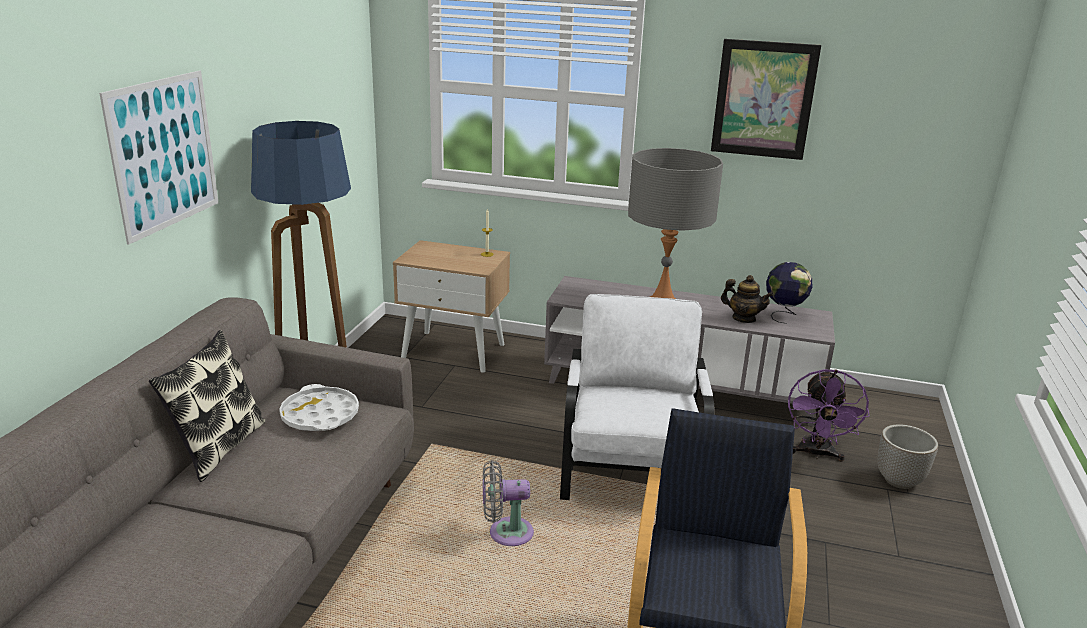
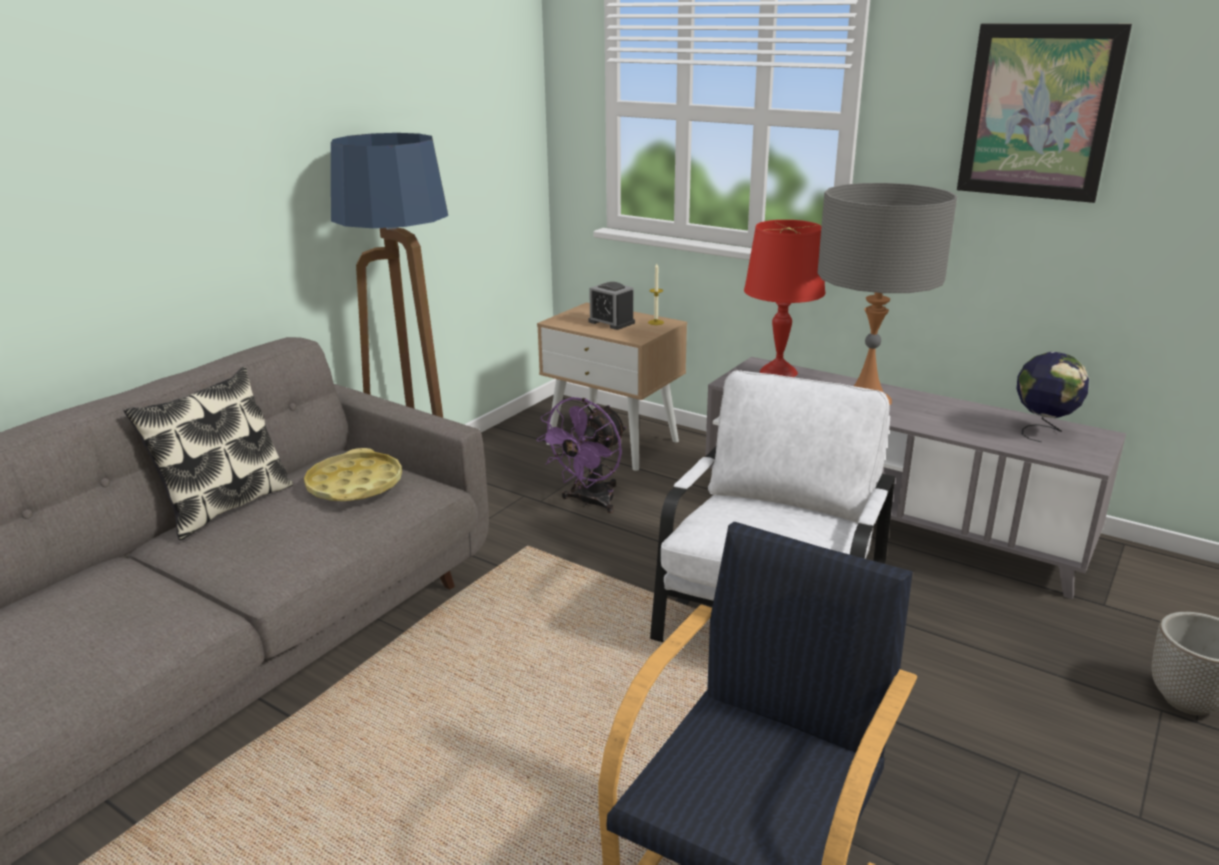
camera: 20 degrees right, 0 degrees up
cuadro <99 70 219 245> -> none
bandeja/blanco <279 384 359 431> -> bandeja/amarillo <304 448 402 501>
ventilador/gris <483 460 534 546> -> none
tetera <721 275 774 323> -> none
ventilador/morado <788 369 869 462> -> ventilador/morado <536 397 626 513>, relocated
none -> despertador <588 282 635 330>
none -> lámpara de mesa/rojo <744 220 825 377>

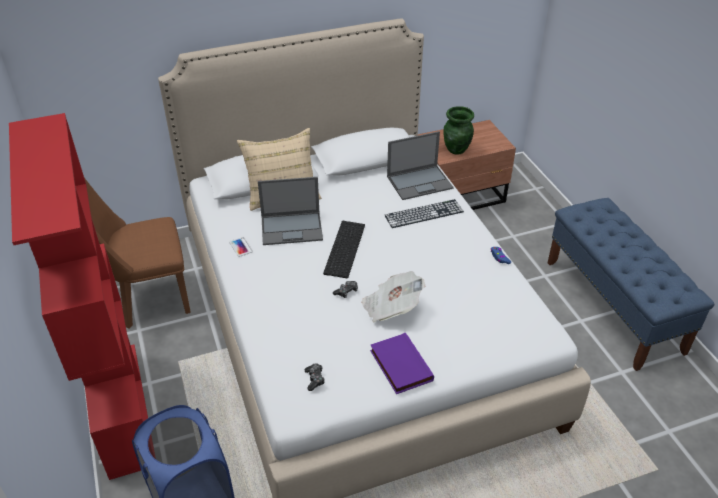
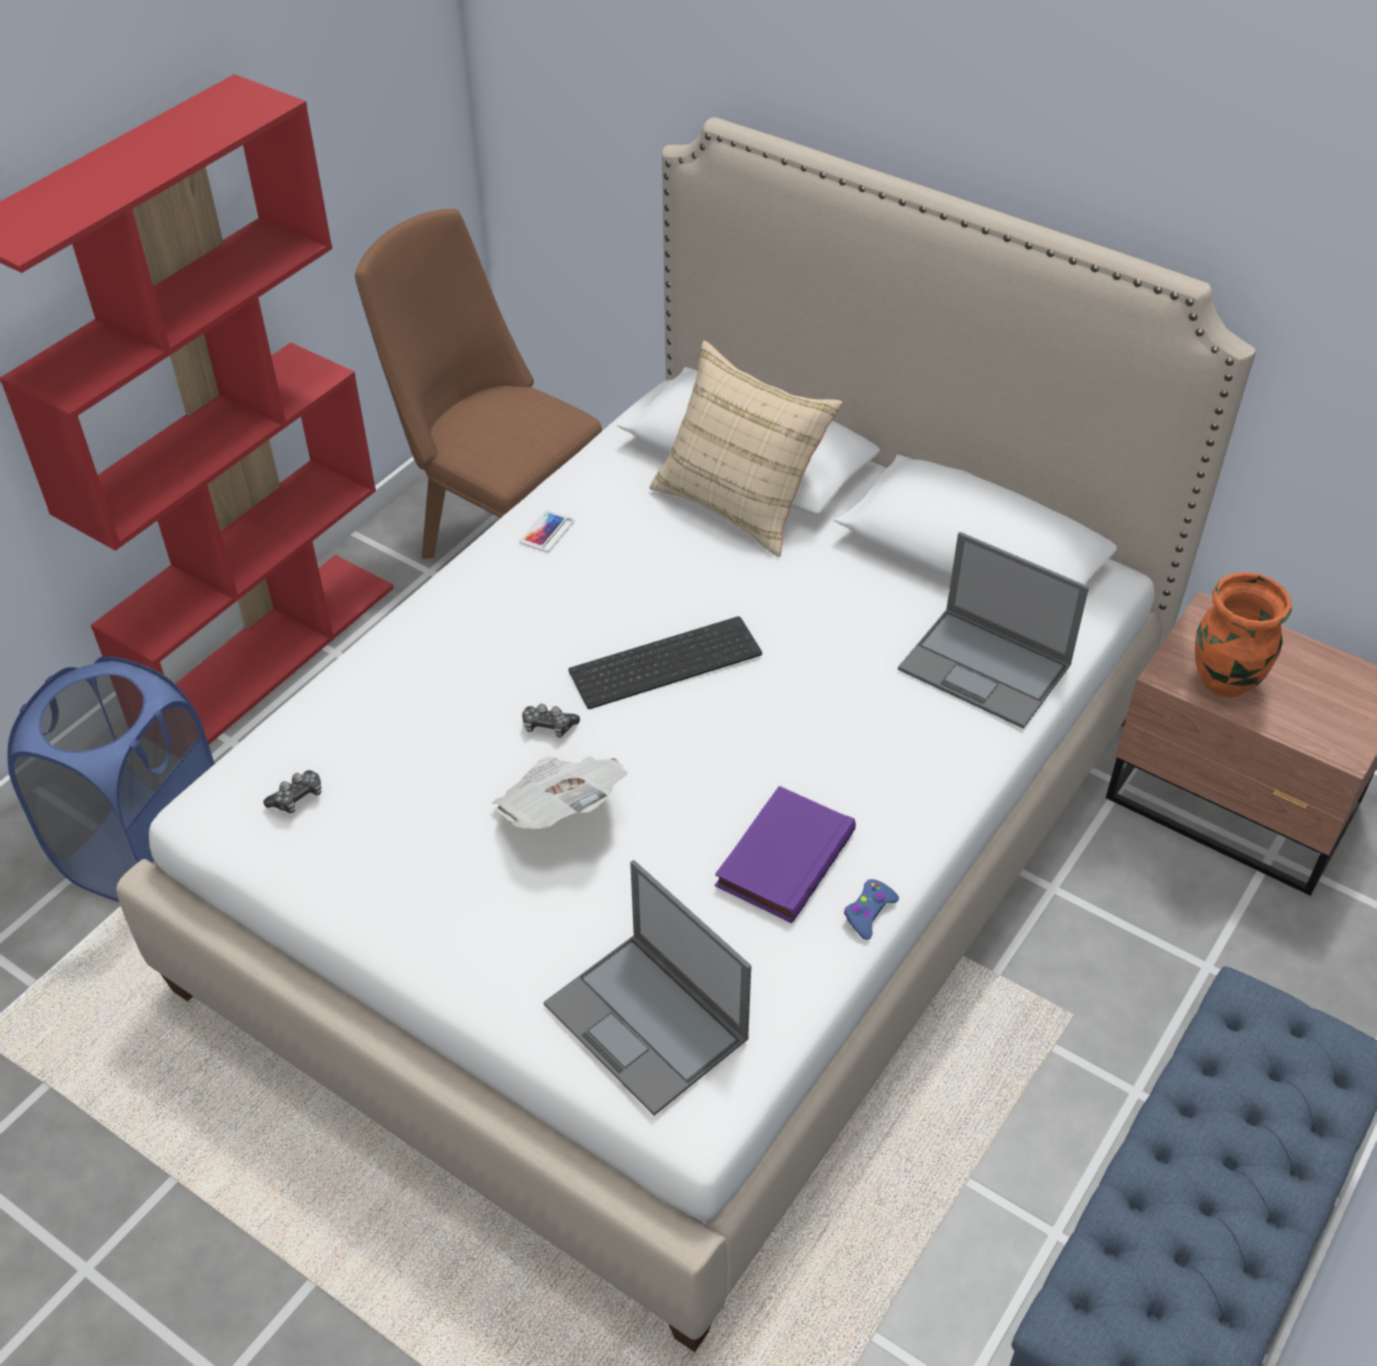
camera: 55 degrees right, 5 degrees up
portátil <258 177 323 245> -> portátil <544 860 751 1116>, relocated
libro/morado <370 333 434 394> -> libro/morado <715 786 856 923>, relocated
teclado <384 199 464 228> -> none
florero/verde <444 106 474 154> -> florero/naranja <1195 572 1292 697>

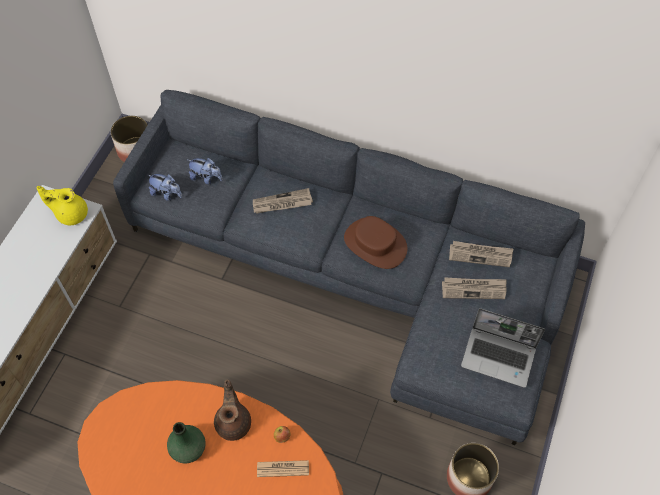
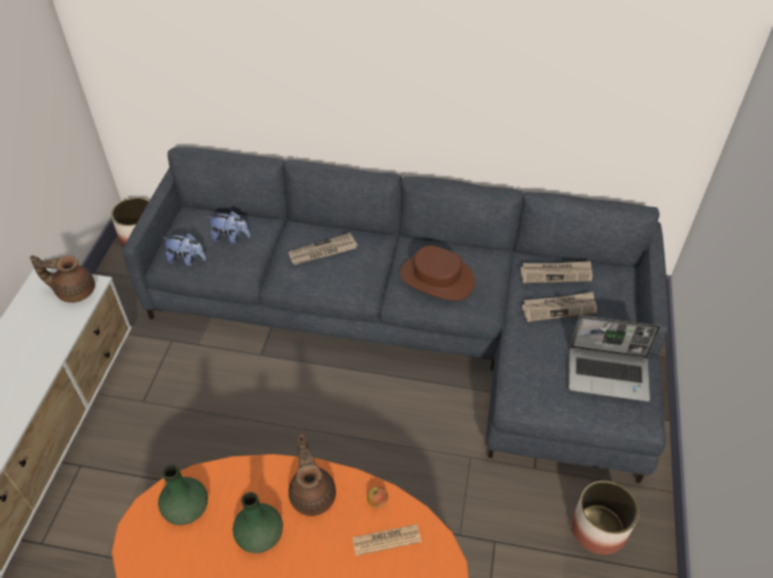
camera: 10 degrees left, 10 degrees down
tetera/amarillo <36 186 88 225> -> tetera/marrón <30 255 95 303>
none -> florero/verde <158 464 208 525>

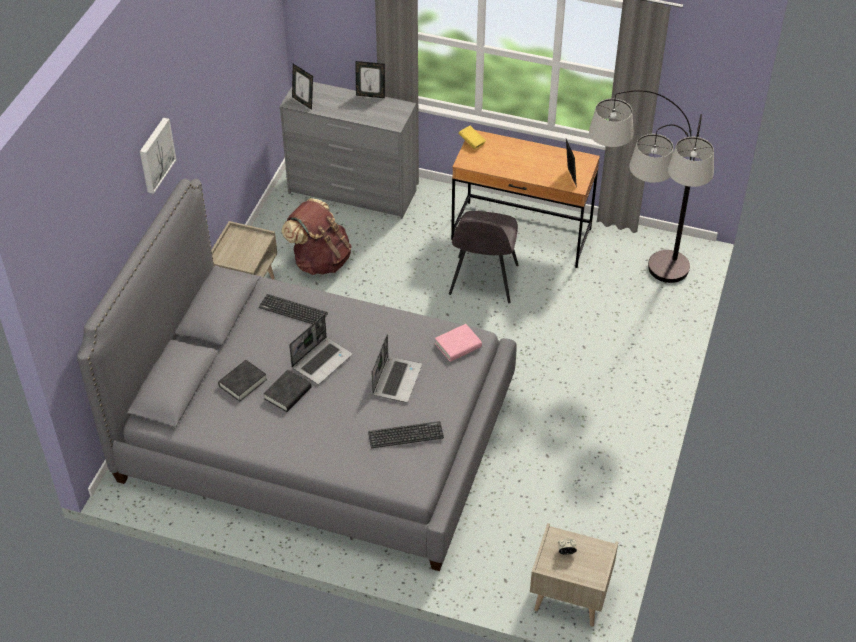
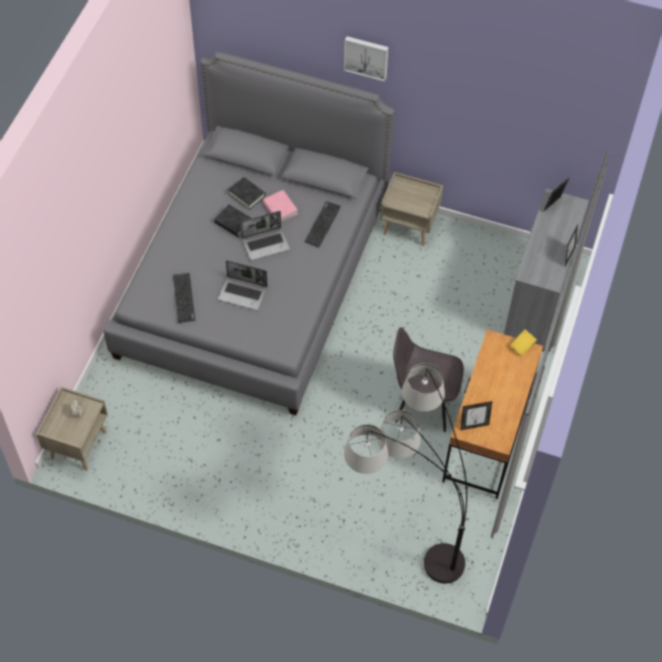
camera: 90 degrees right, 10 degrees up
mochila/marrón <281 198 352 275> -> none
portátil <289 314 352 384> -> portátil <240 211 290 261>, 60 degrees counterclockwise
libro/rosa <435 324 482 362> -> libro/rosa <263 190 298 222>, relocated

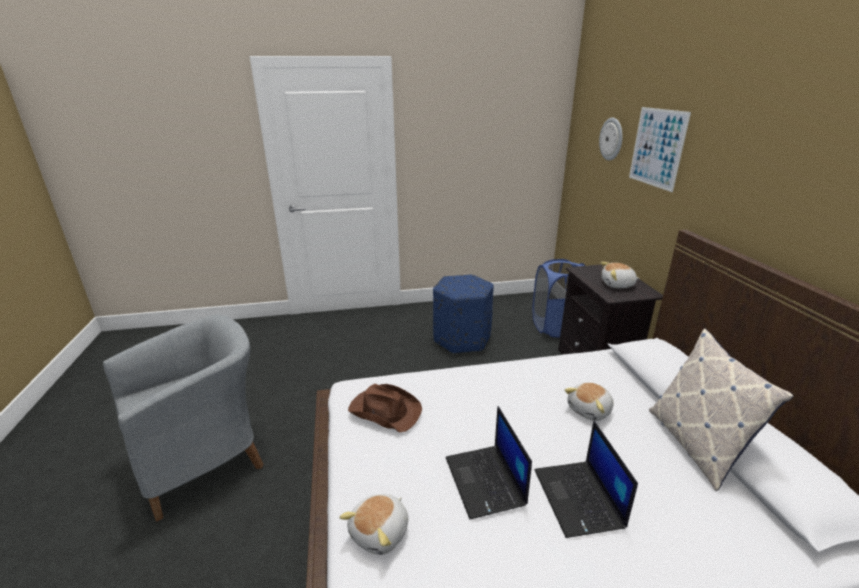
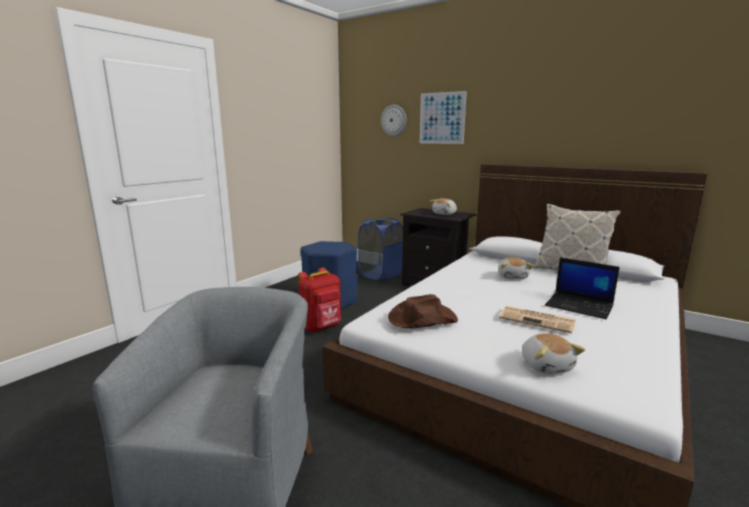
camera: 45 degrees left, 10 degrees down
portátil <446 406 532 519> -> periódico <499 306 576 334>
none -> mochila/rojo <298 268 341 333>

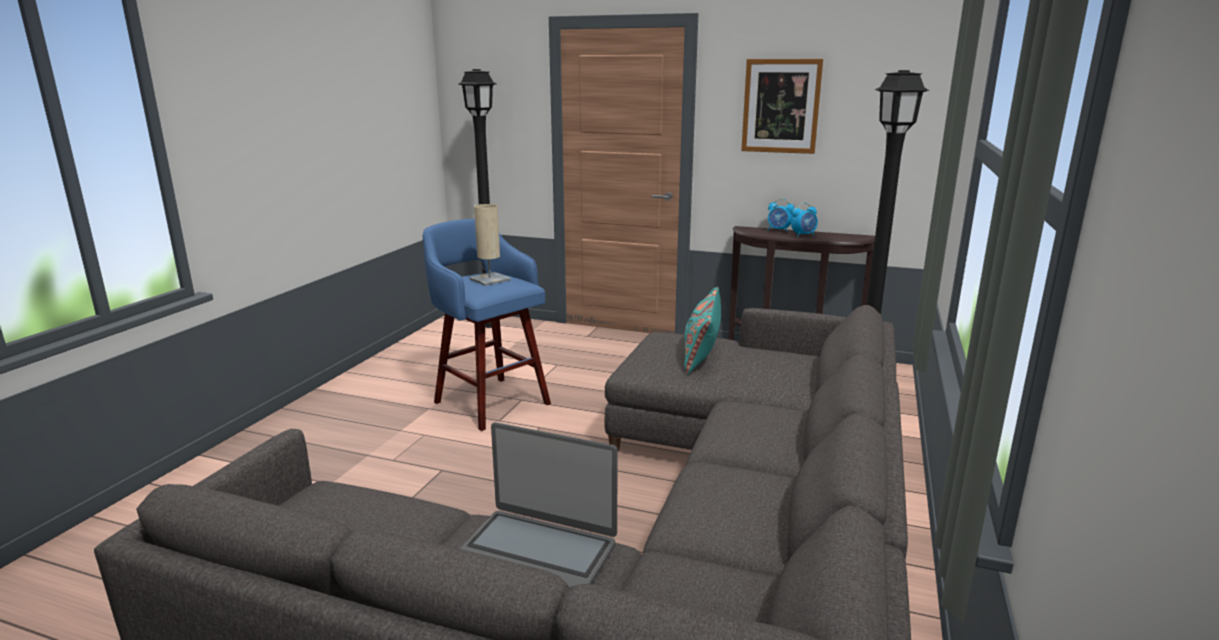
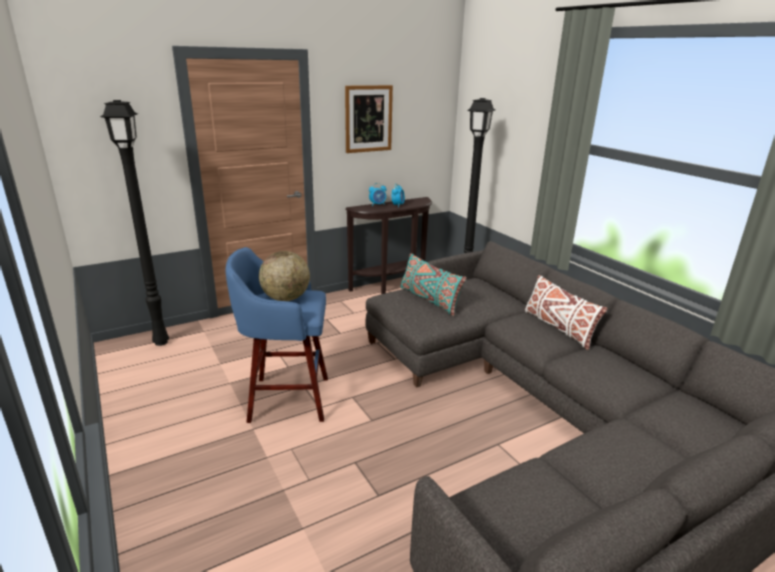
camera: 50 degrees left, 5 degrees up
portátil <460 422 618 587> -> none
lámpara de mesa/beis <469 204 511 286> -> globo terráqueo <259 251 310 301>
none -> cojín/blanco <525 275 607 350>

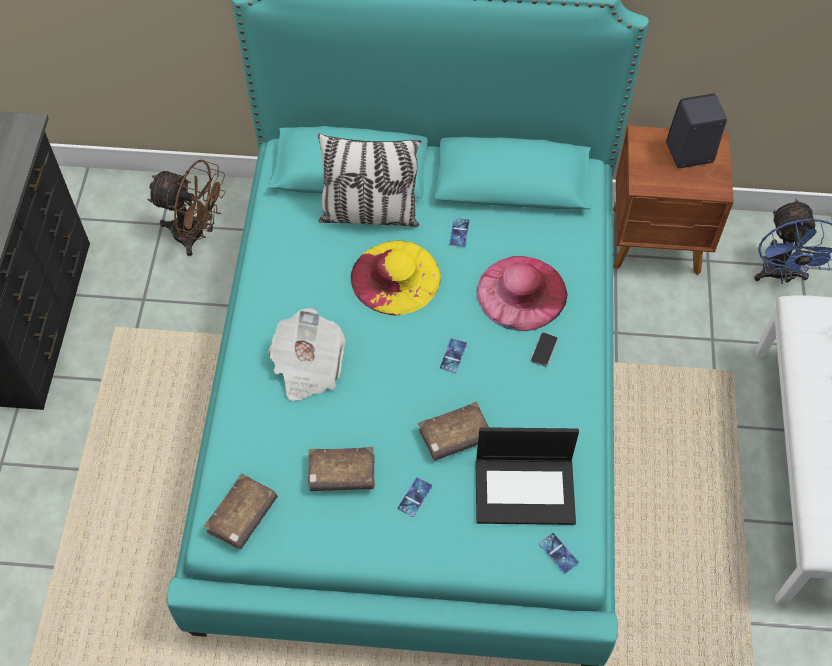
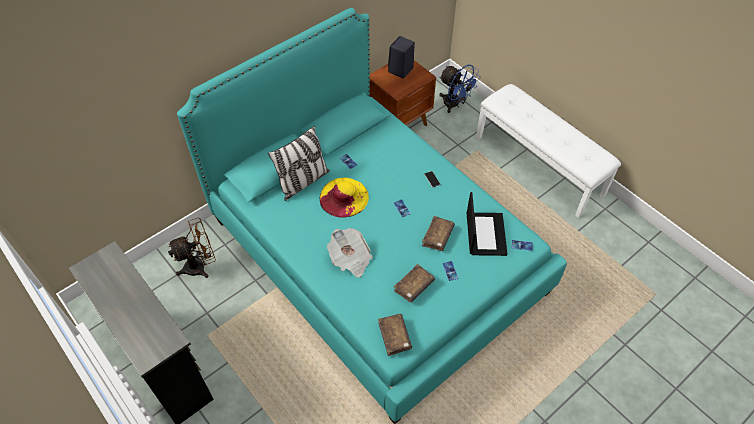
camera: 45 degrees left, 5 degrees down
portátil <476 427 579 525> -> portátil <467 192 508 256>, 45 degrees counterclockwise
sombrero/rosa <477 256 567 331> -> none

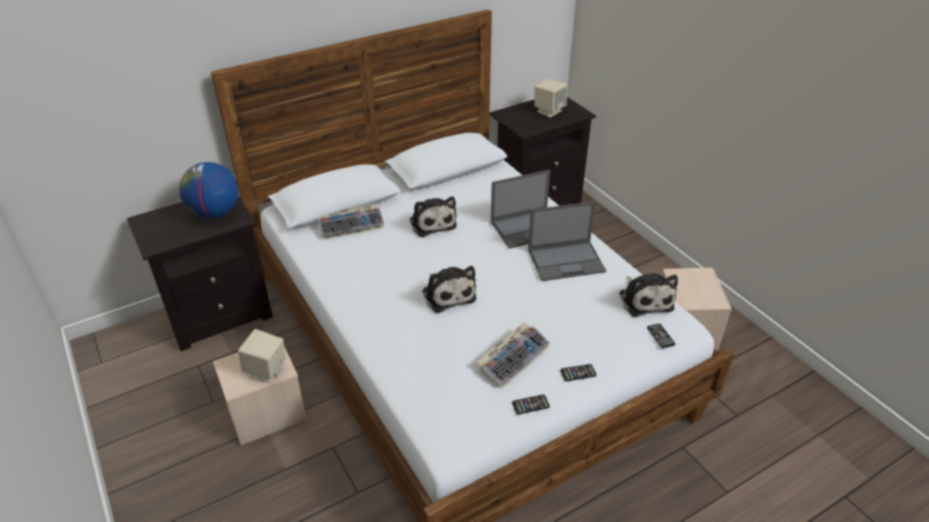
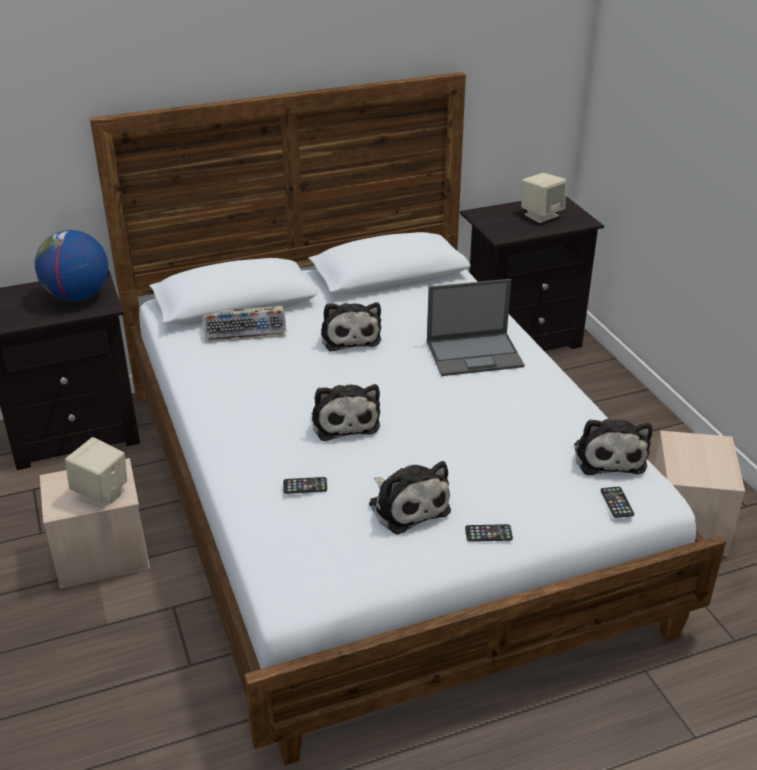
camera: 10 degrees right, 5 degrees down
teclado <477 322 550 388> -> peluche <369 461 451 534>
móvil <512 395 550 415> -> móvil <283 477 327 494>, relocated
portátil <528 202 606 281> -> none

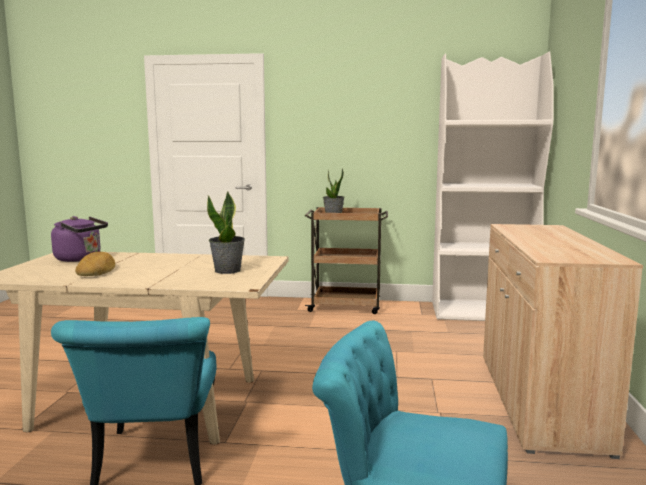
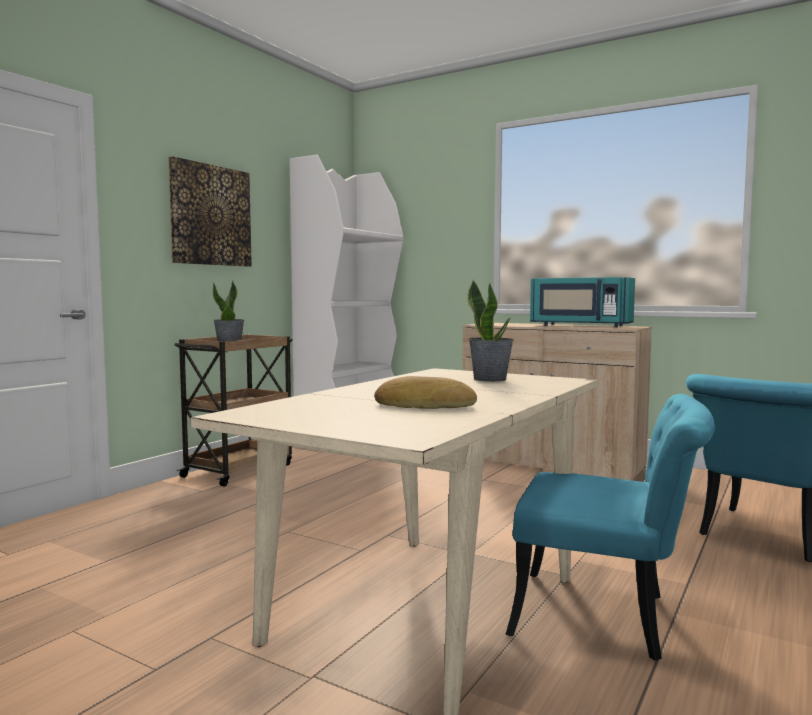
camera: 65 degrees left, 5 degrees down
hervidor/morado <51 216 108 262> -> none
none -> cuadro <168 156 252 267>
none -> microondas/turquesa <530 277 635 327>

